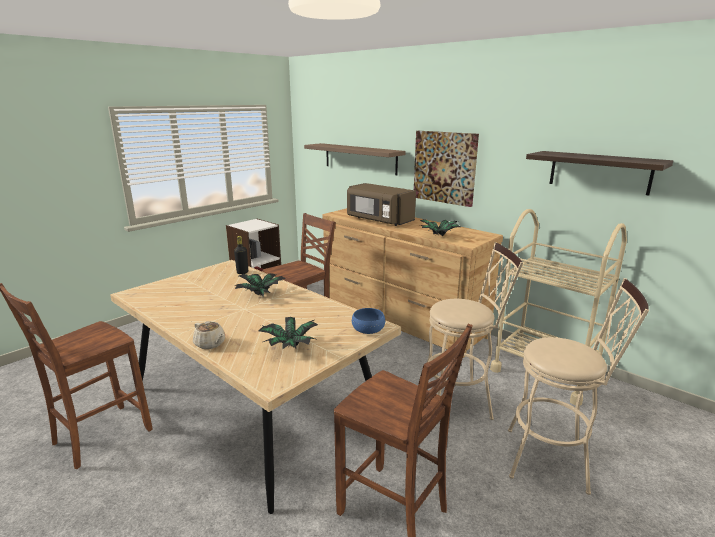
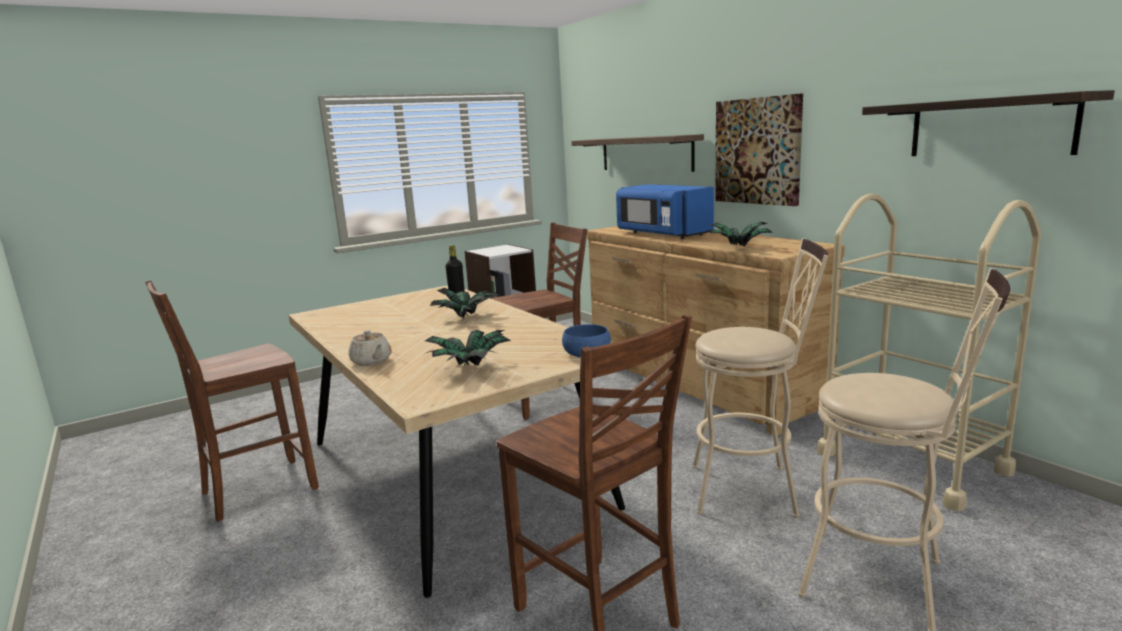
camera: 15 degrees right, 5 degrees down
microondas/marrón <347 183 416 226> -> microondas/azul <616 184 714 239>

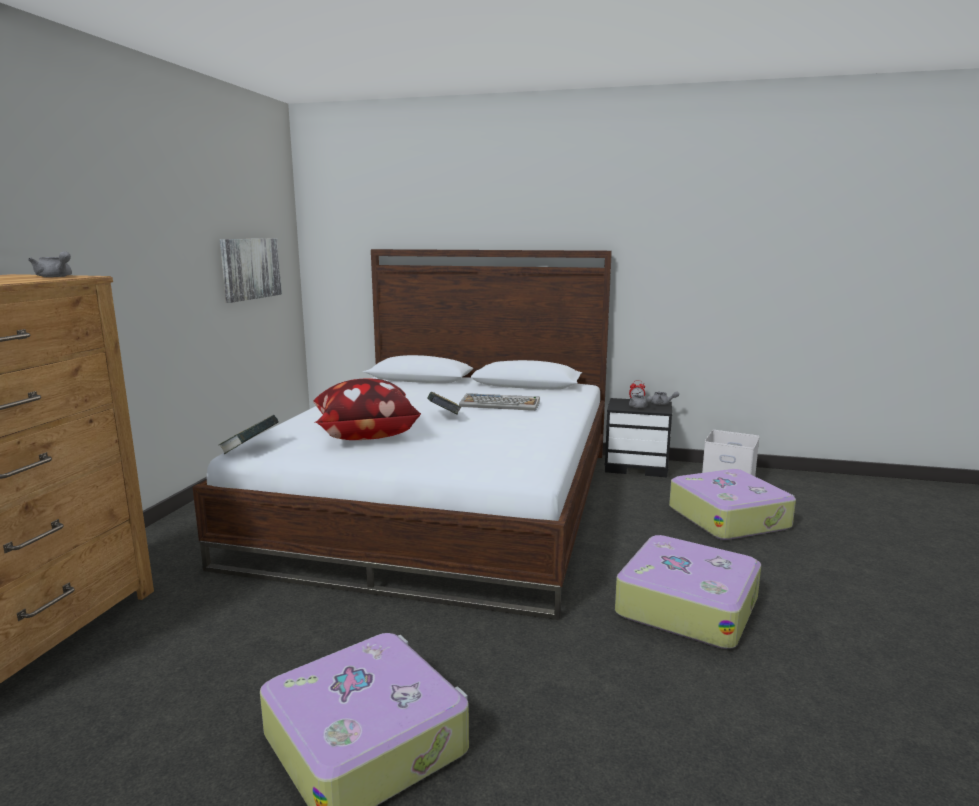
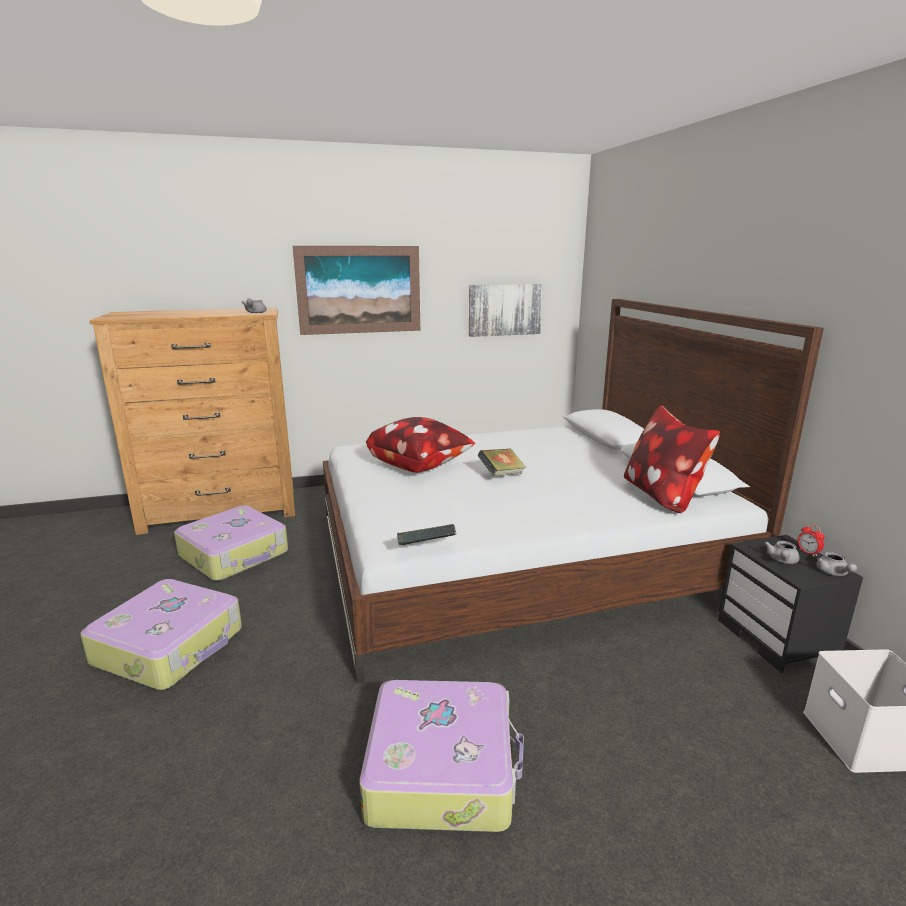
camera: 60 degrees right, 5 degrees up
libro <219 415 278 454> -> libro <397 524 456 545>, relocated
teclado <459 393 540 411> -> none
maleta <669 469 796 540> -> maleta <174 505 288 581>, relocated
none -> cuadro <293 246 420 335>
none -> cojín <624 405 720 513>

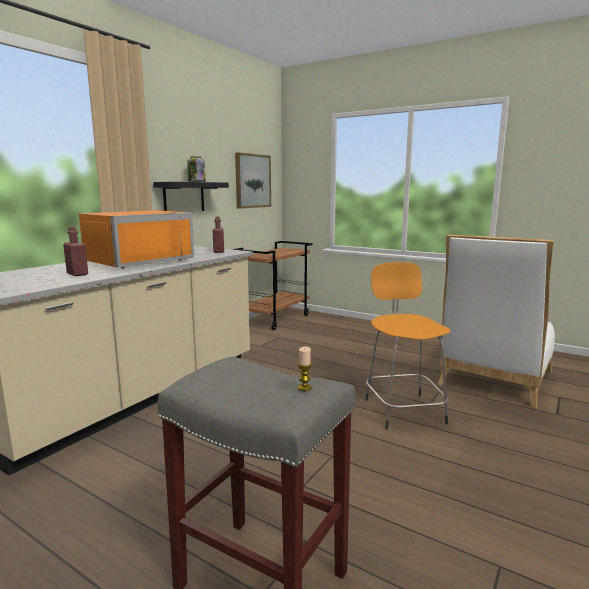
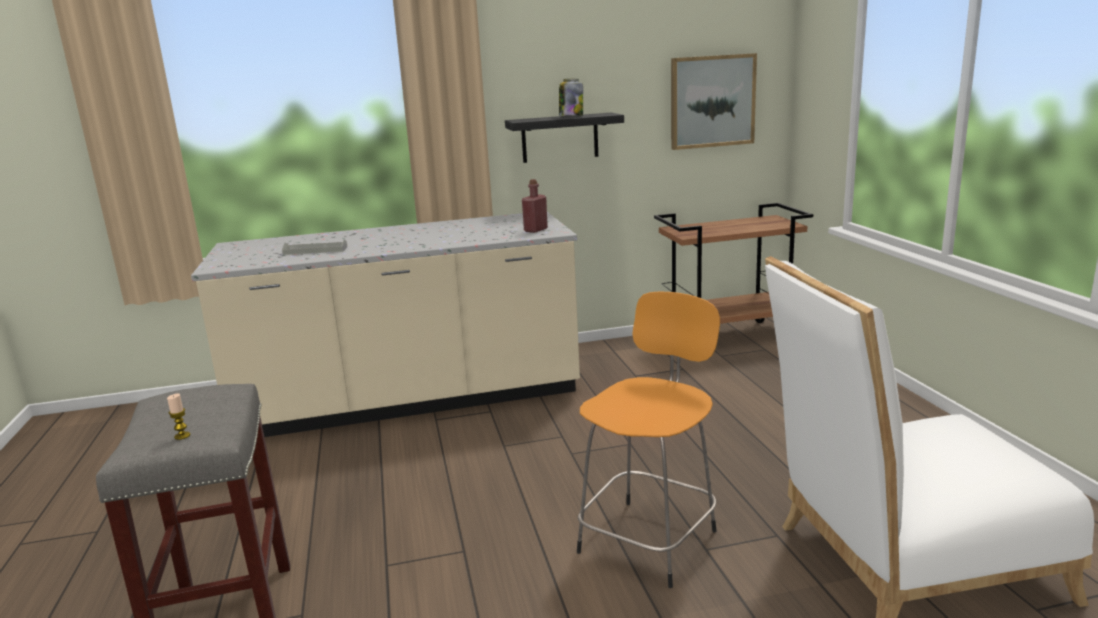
camera: 45 degrees right, 5 degrees up
botella/rojo <63 227 88 276> -> bandeja/gris <282 239 347 255>
microondas/naranja <79 210 194 269> -> none

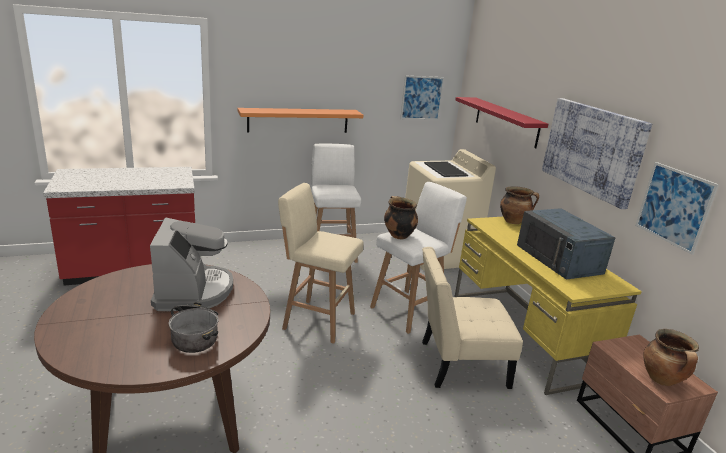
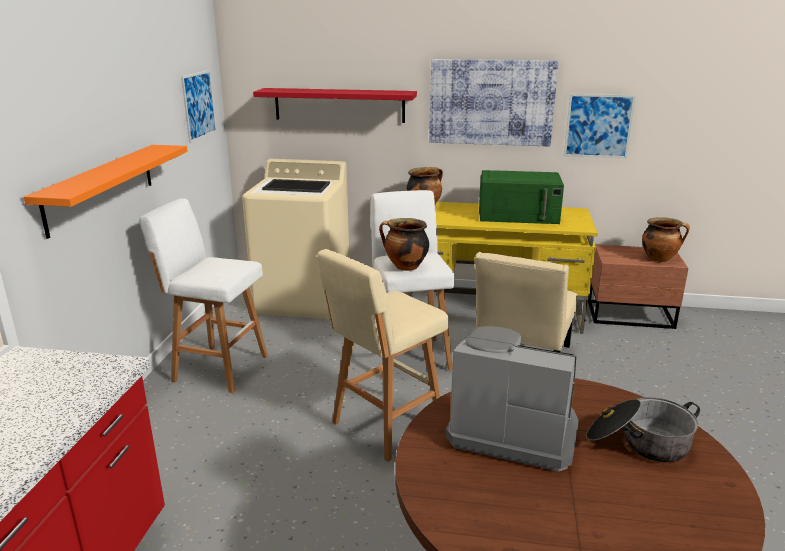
camera: 60 degrees left, 0 degrees up
microondas/azul <517 208 615 280> -> microondas/verde <479 170 564 224>

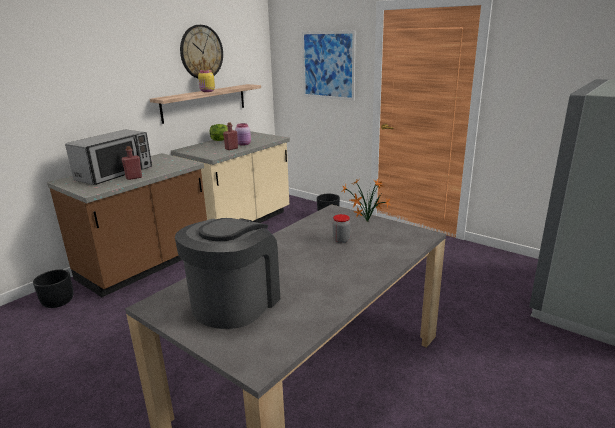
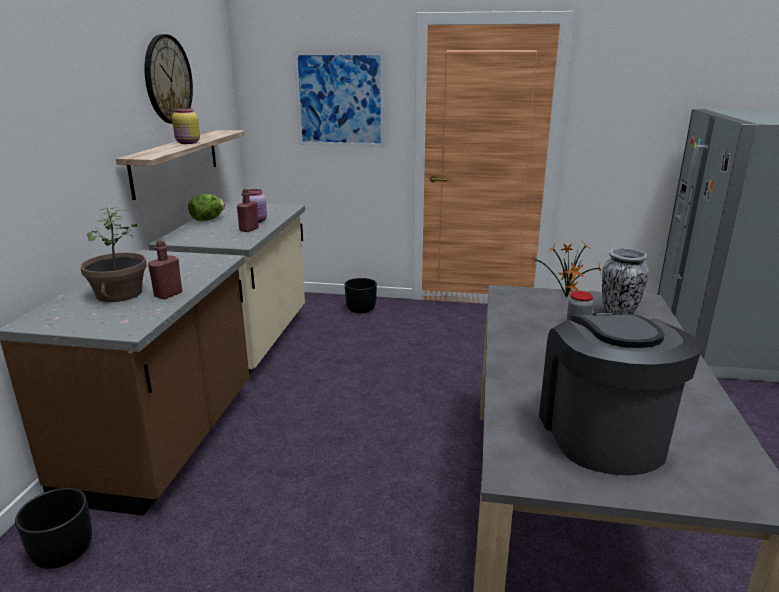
camera: 30 degrees left, 0 degrees up
microondas <65 129 152 185> -> planta en maceta <80 208 147 302>
none -> florero <602 248 649 315>

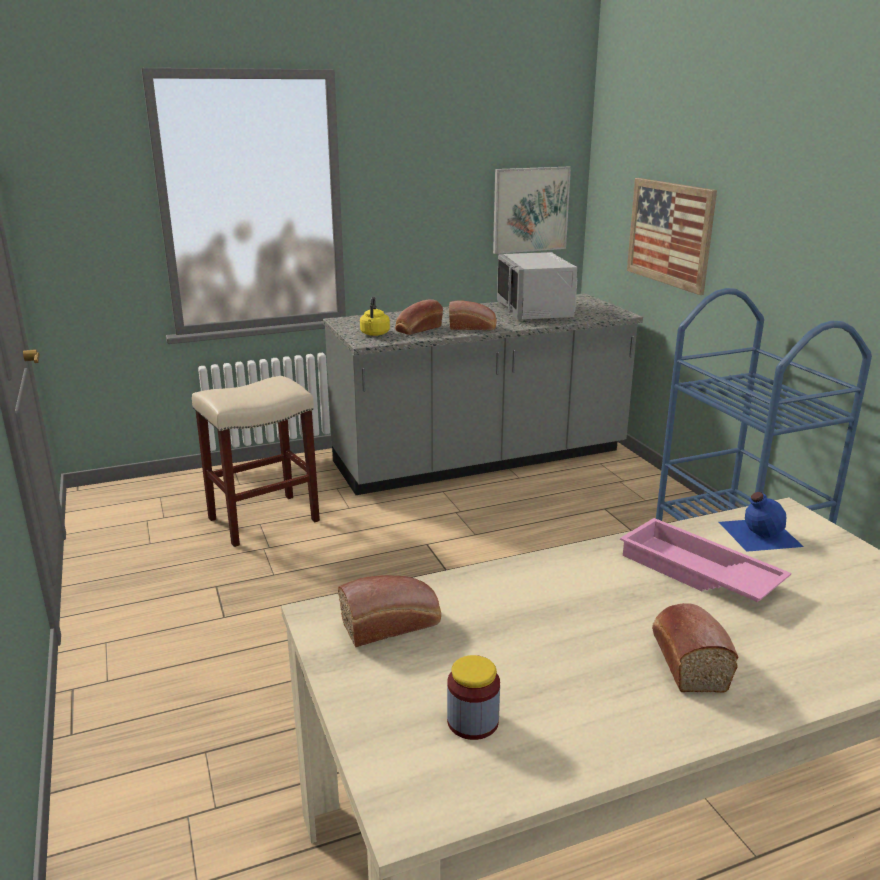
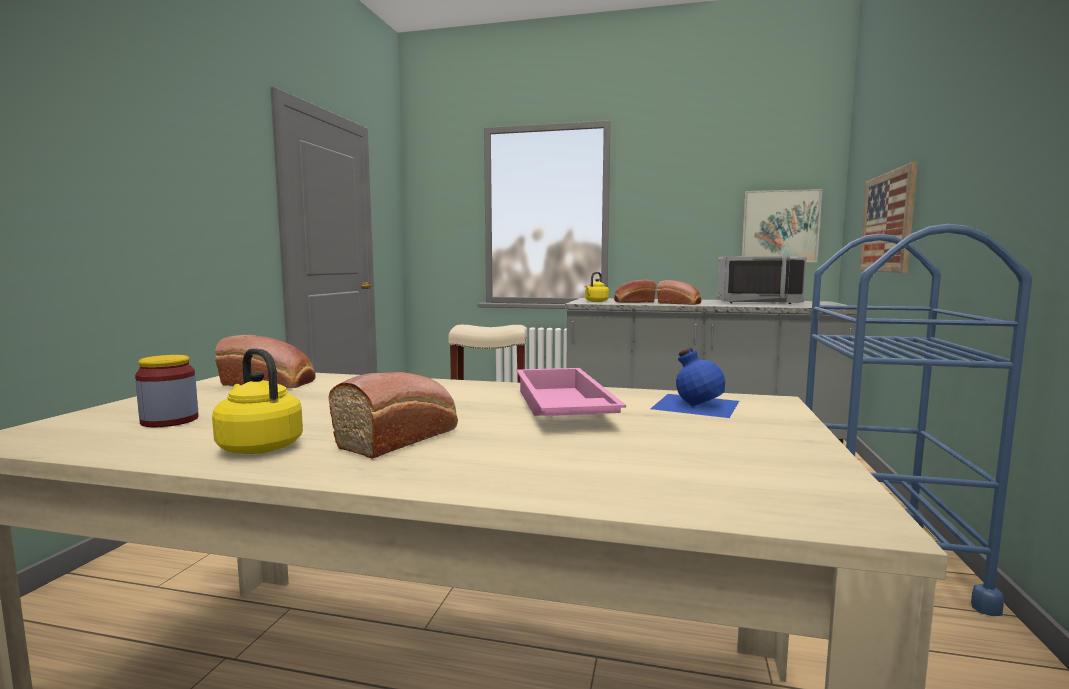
camera: 35 degrees right, 15 degrees down
microondas/gris <497 252 577 319> -> microondas/gris <717 256 807 304>, 105 degrees counterclockwise
none -> hervidor/amarillo <212 348 303 454>

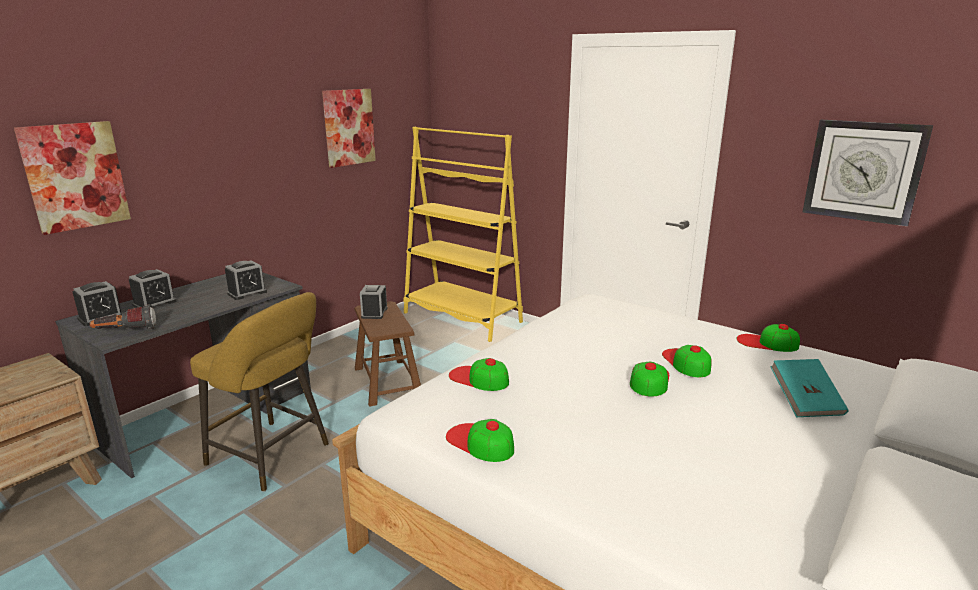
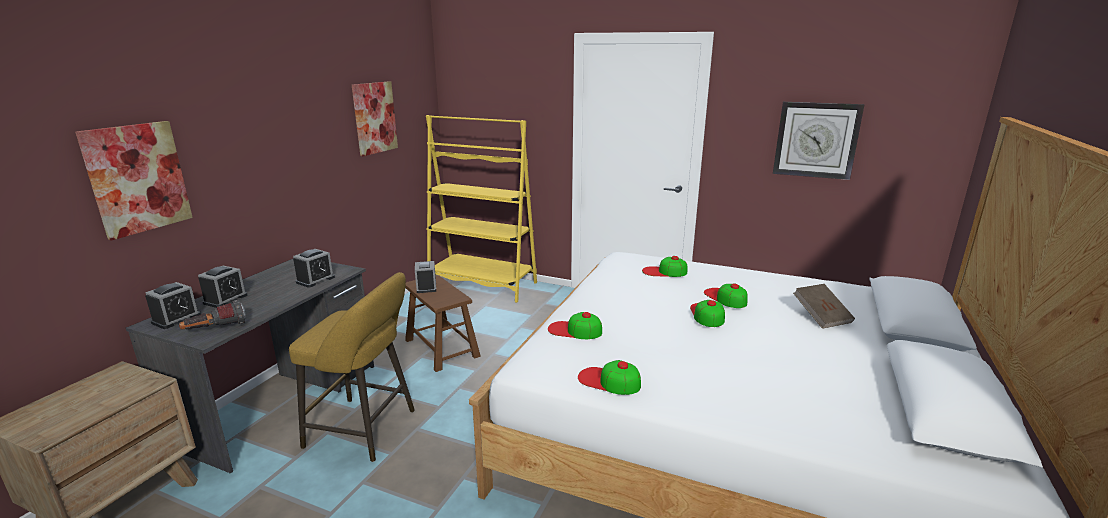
camera: 15 degrees left, 0 degrees up
gorra <737 324 800 352> -> gorra <642 256 687 277>, relocated
libro/turquesa <770 359 848 417> -> libro/marrón <793 284 855 329>

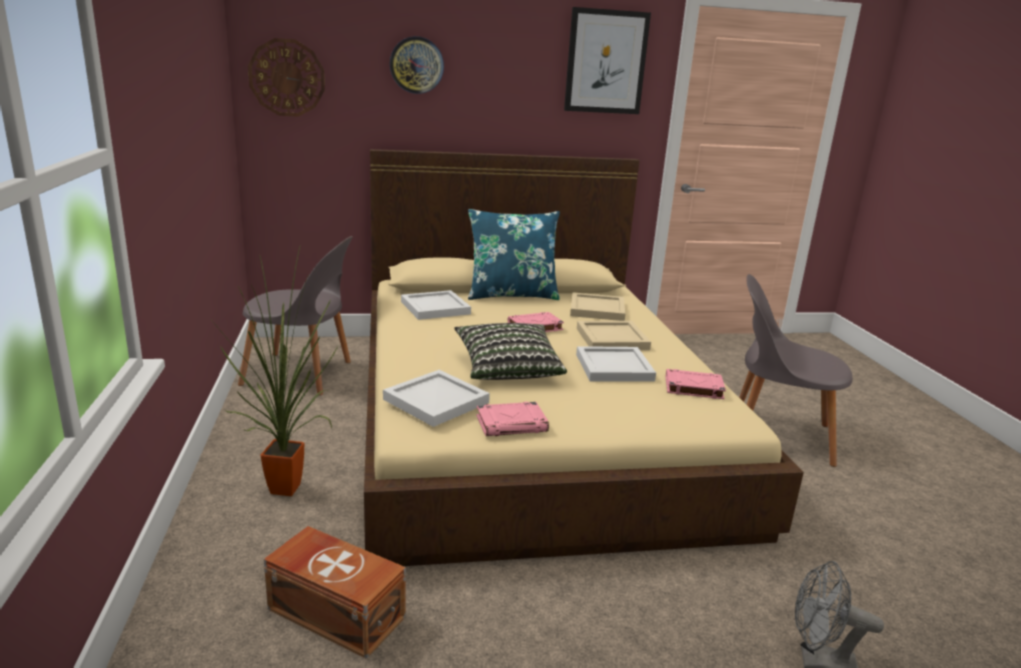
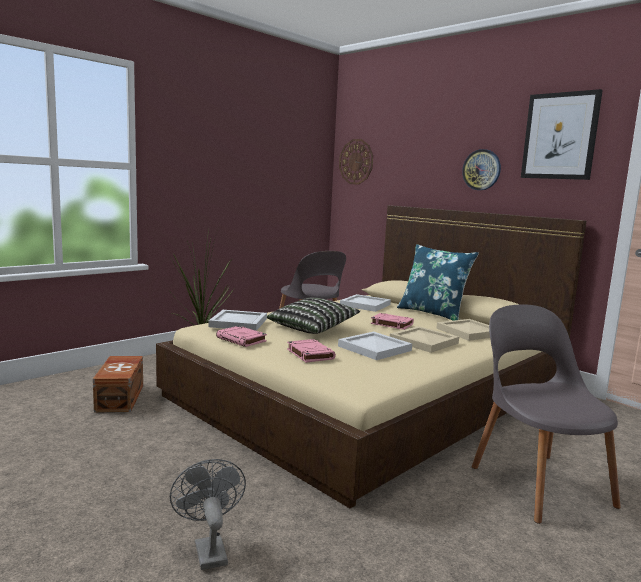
camera: 55 degrees right, 10 degrees down
reloj de pared <390 36 444 94> -> reloj de pared <462 149 501 190>, relocated
libro/rosa <665 369 726 399> -> libro/rosa <287 339 336 363>, relocated

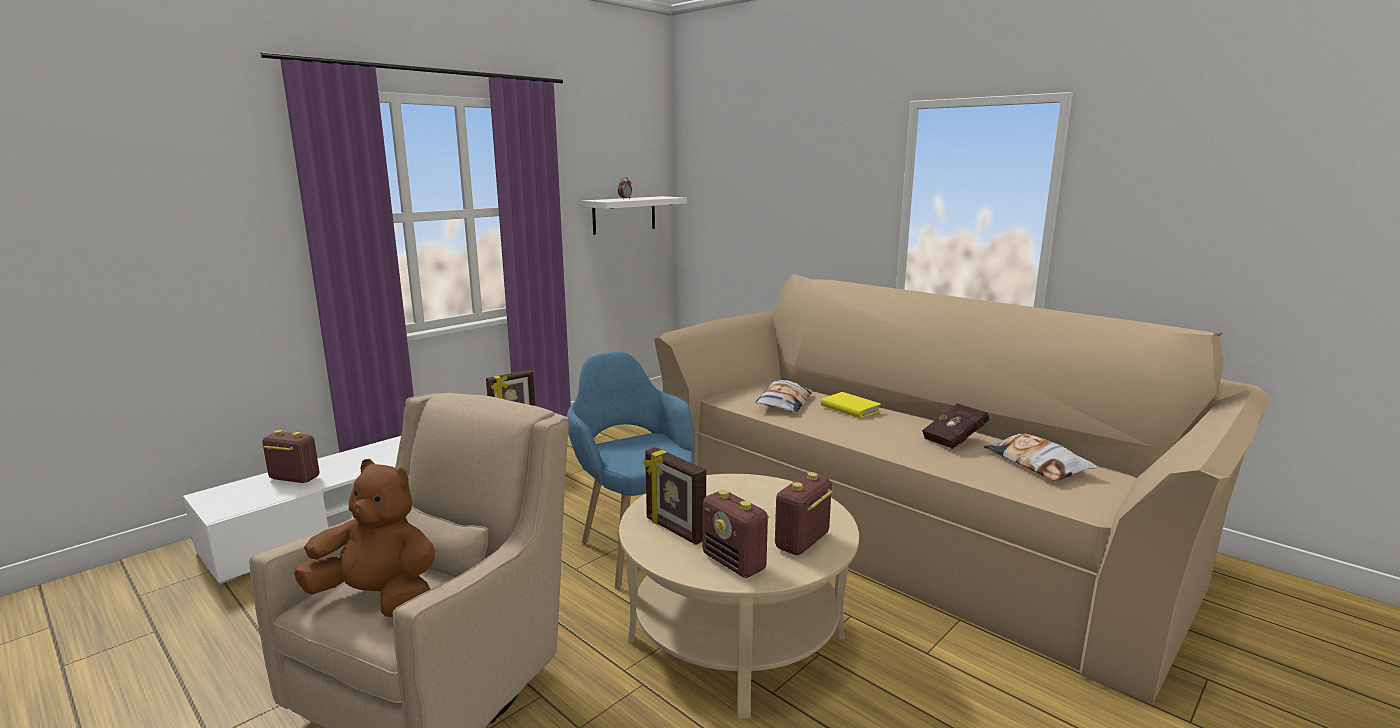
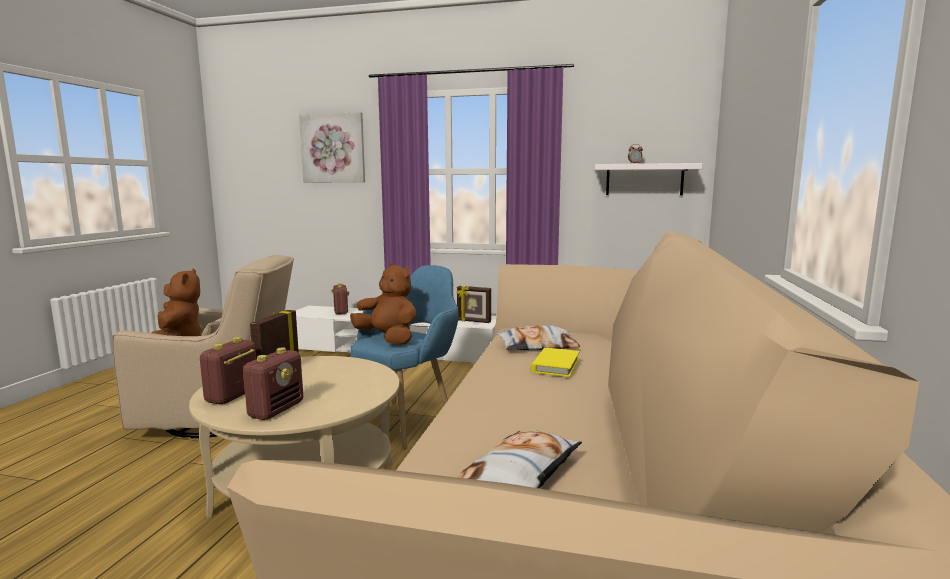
camera: 60 degrees right, 5 degrees down
radio <775 472 833 555> -> radio <243 348 303 420>, 105 degrees clockwise
libro/rojo <922 403 989 449> -> none
none -> cuadro <299 112 365 183>
none -> peluche/marrón <350 263 417 345>

